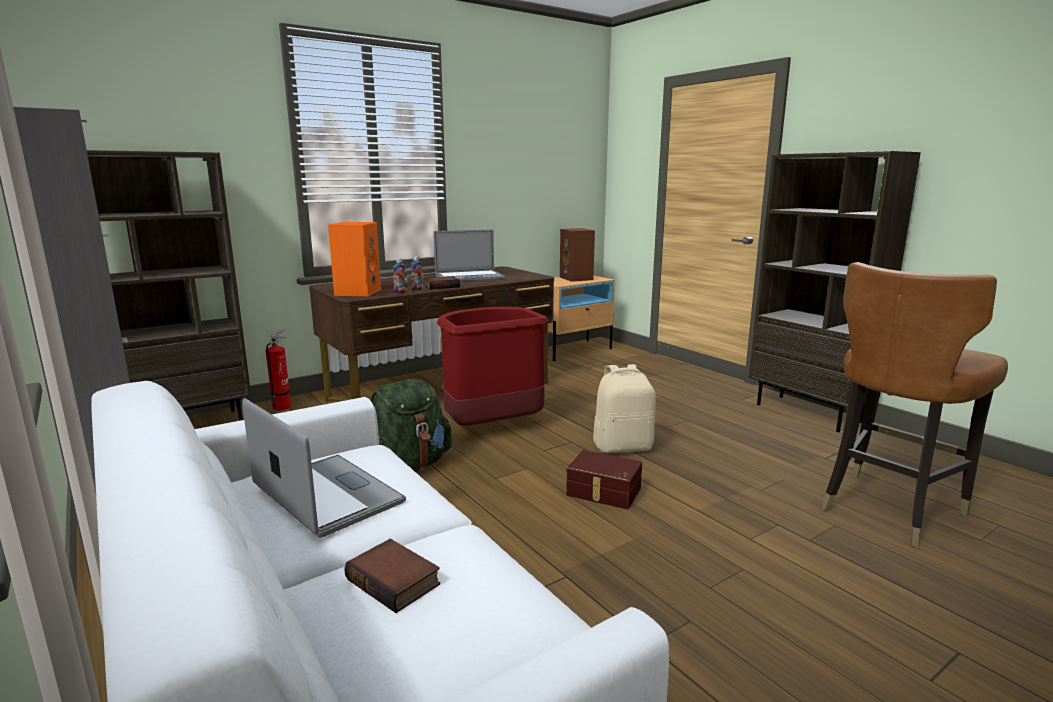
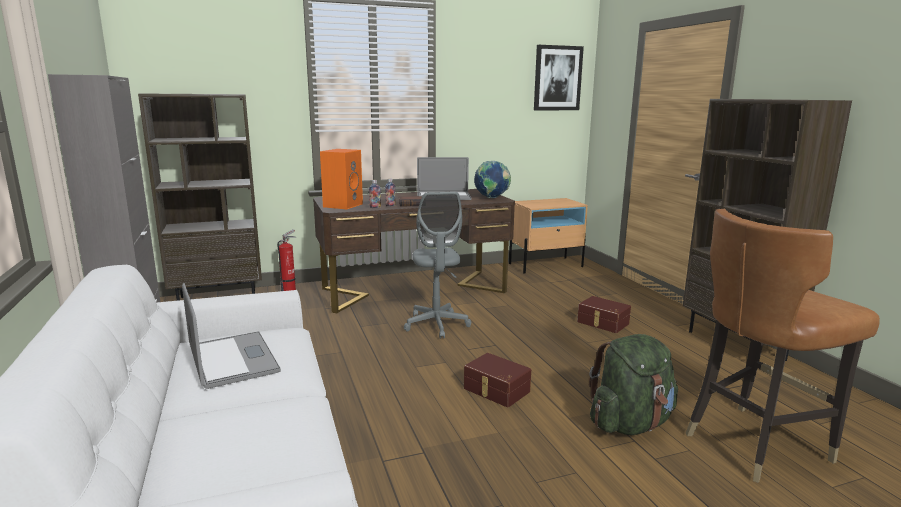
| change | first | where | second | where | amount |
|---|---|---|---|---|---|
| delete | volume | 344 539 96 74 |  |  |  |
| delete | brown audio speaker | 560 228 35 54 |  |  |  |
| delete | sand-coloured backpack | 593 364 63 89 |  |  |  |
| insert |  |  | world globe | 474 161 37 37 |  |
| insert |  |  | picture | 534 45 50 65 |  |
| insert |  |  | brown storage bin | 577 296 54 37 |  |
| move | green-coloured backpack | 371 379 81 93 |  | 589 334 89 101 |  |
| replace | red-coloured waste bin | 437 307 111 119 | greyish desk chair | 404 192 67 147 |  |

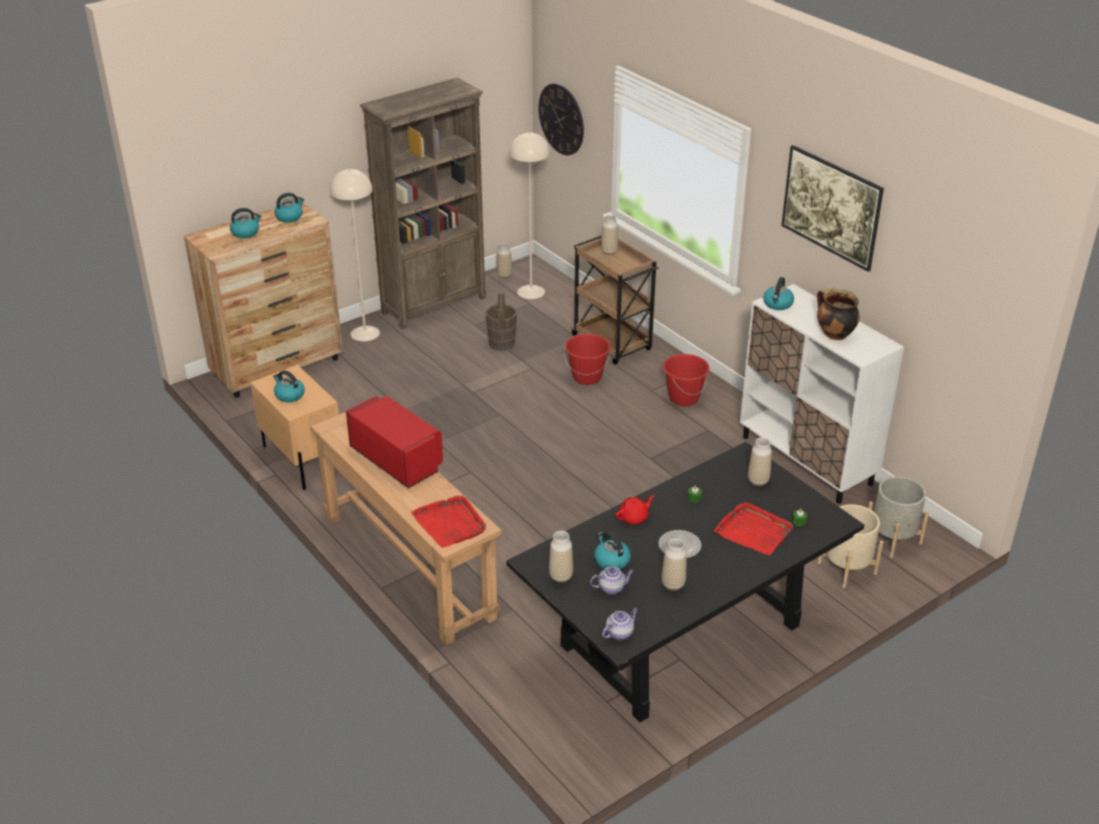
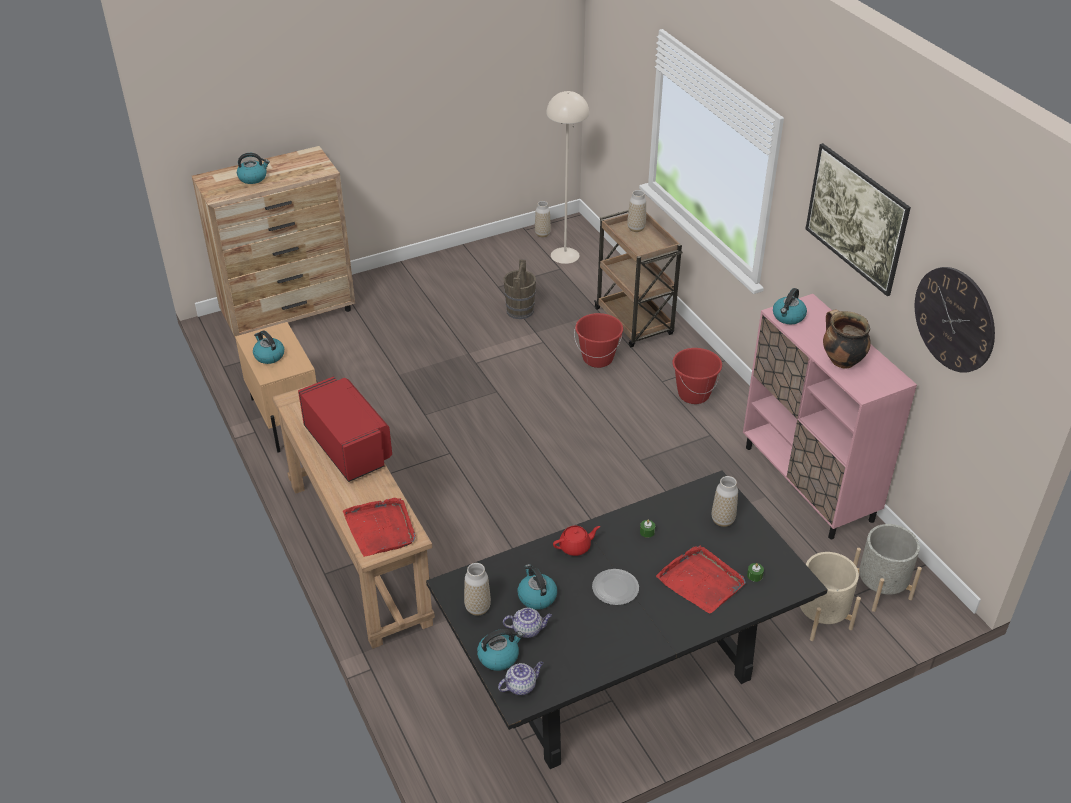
| change | first | where | second | where | amount |
|---|---|---|---|---|---|
| delete | sand-coloured standing lamp | 330 169 50 172 |  |  |  |
| delete | brown shelving unit | 360 78 126 251 |  |  |  |
| delete | vase | 661 538 26 53 |  |  |  |
| move | water kettle | 274 193 30 30 |  | 477 629 46 42 |  |
| move | clock on the wall | 539 83 45 72 |  | 915 267 80 106 |  |
| recolor | white cupboard | 740 284 164 220 | pink cupboard | 743 294 174 245 |  |

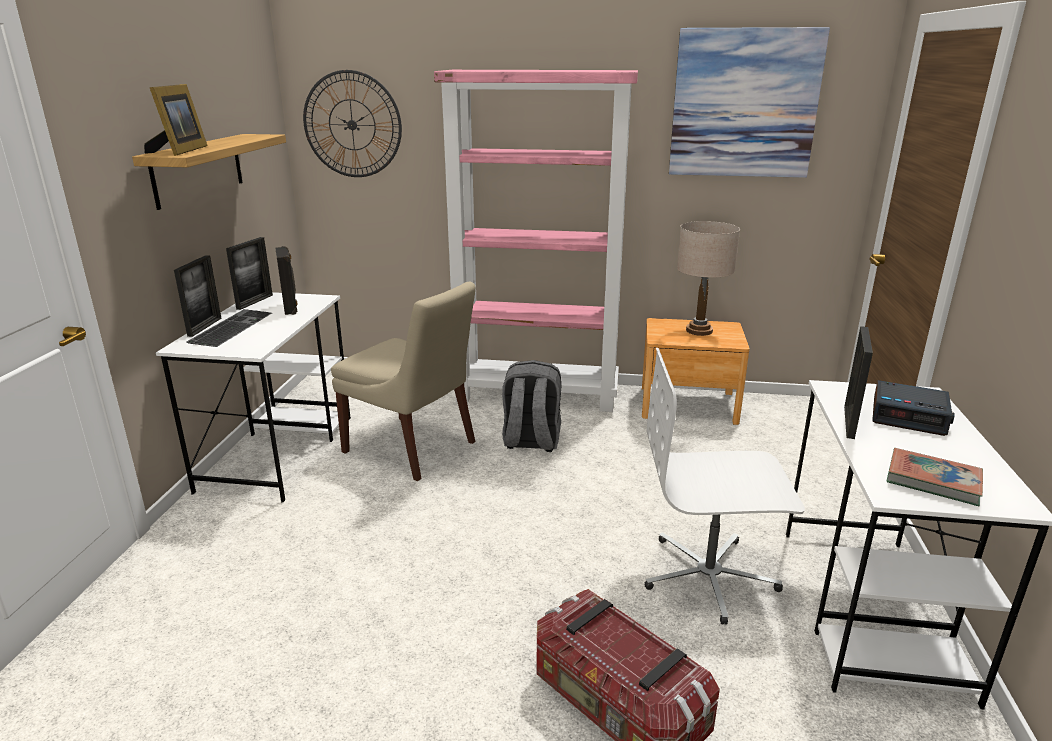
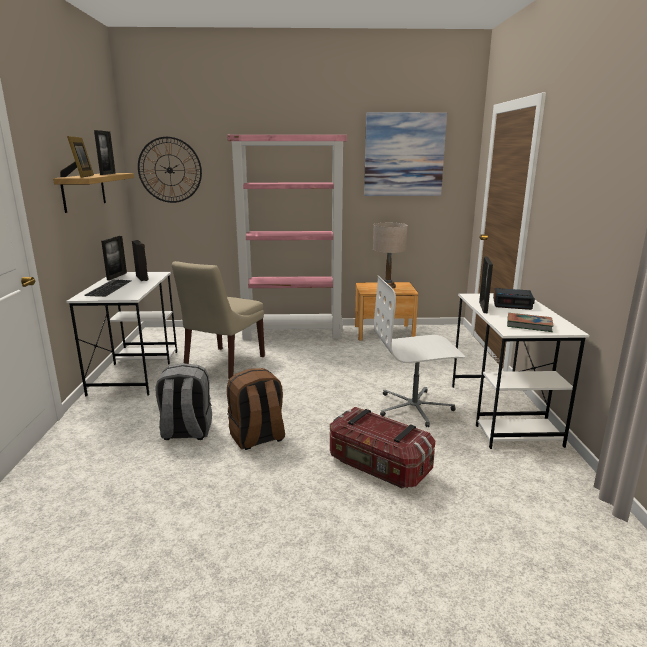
| change | first | where | second | where | amount |
|---|---|---|---|---|---|
| insert |  |  | brown backpack | 227 368 58 82 |  |
| move | picture frame | 174 255 48 82 |  | 94 130 22 45 |  |
| move | greyish backpack | 502 360 60 92 |  | 155 363 57 77 |  |
| rotate | sand-coloured upright chair | 331 282 145 199 |  | 172 261 93 118 | 90 degrees clockwise |

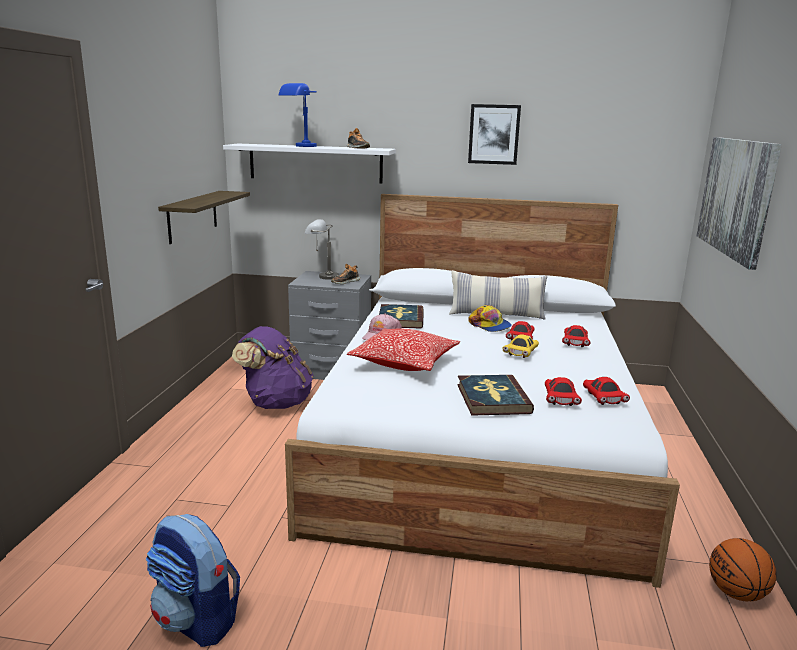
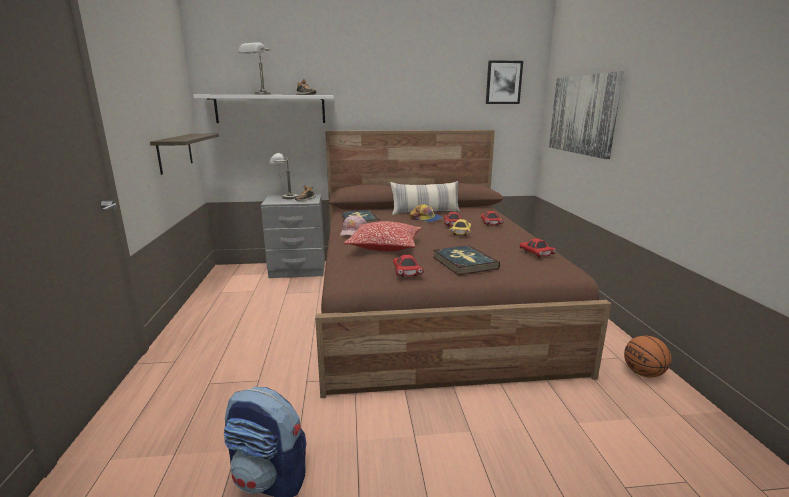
| change | first | where | second | where | amount |
|---|---|---|---|---|---|
| delete | purple-coloured backpack | 232 326 82 83 |  |  |  |
| move | picture | 468 104 53 61 |  | 486 60 37 44 |  |
| move | red-coloured toy car | 545 377 37 29 |  | 393 255 31 22 |  |
| recolor | blue tabletop lamp | 279 83 38 64 | greyish tabletop lamp | 238 42 34 53 |  |
| recolor | white bed | 285 194 395 394 | brown bed | 315 130 296 268 |  |

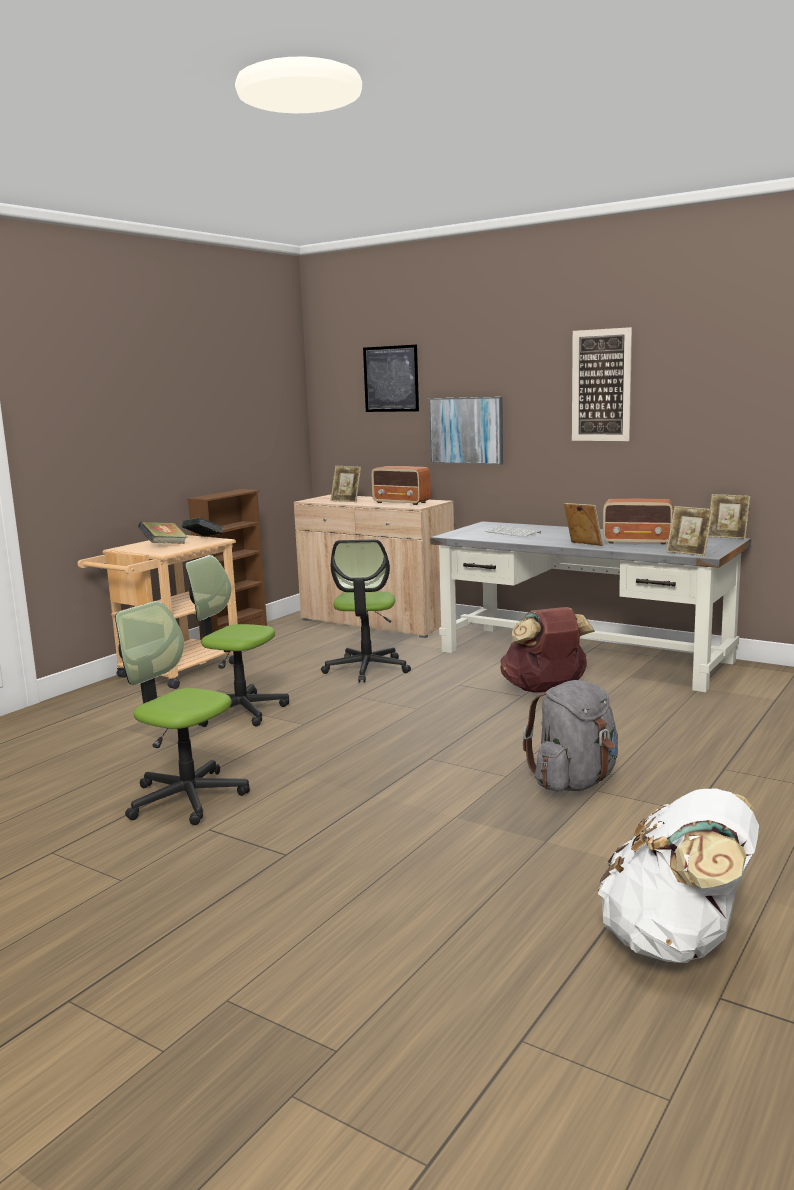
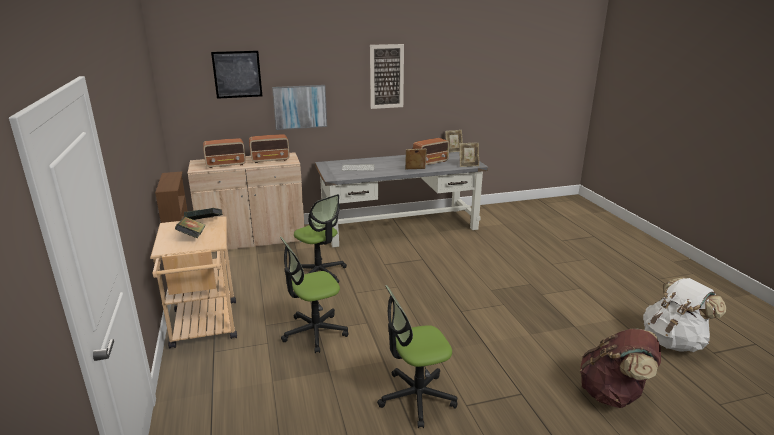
| change | first | where | second | where | amount |
|---|---|---|---|---|---|
| delete | greyish backpack | 523 680 95 112 |  |  |  |
| move | brown backpack | 500 607 95 86 |  | 580 328 81 80 |  |
| replace | picture frame | 331 466 30 36 | radio | 203 138 43 30 |  |

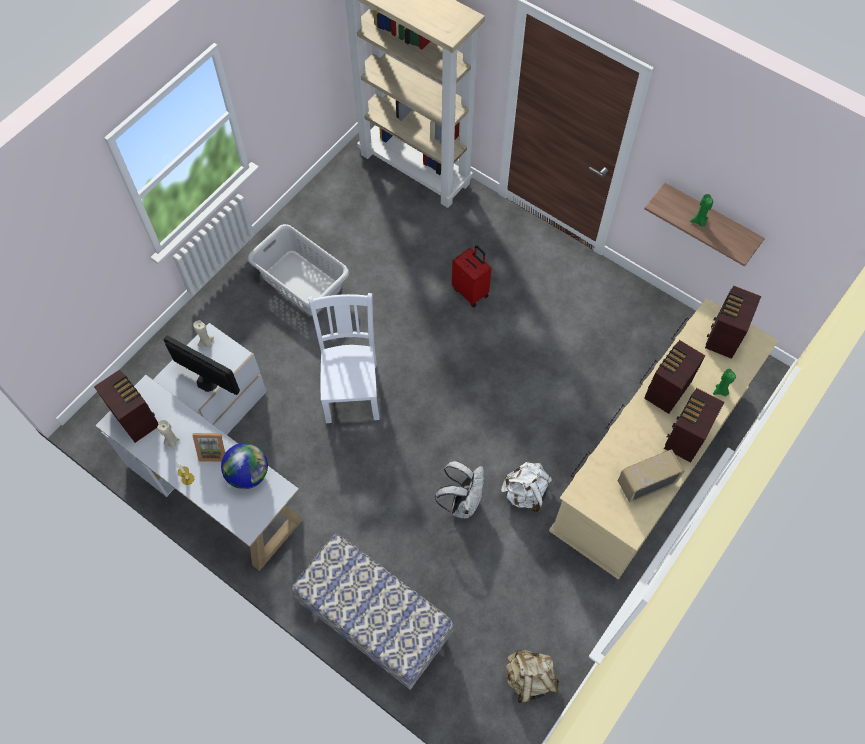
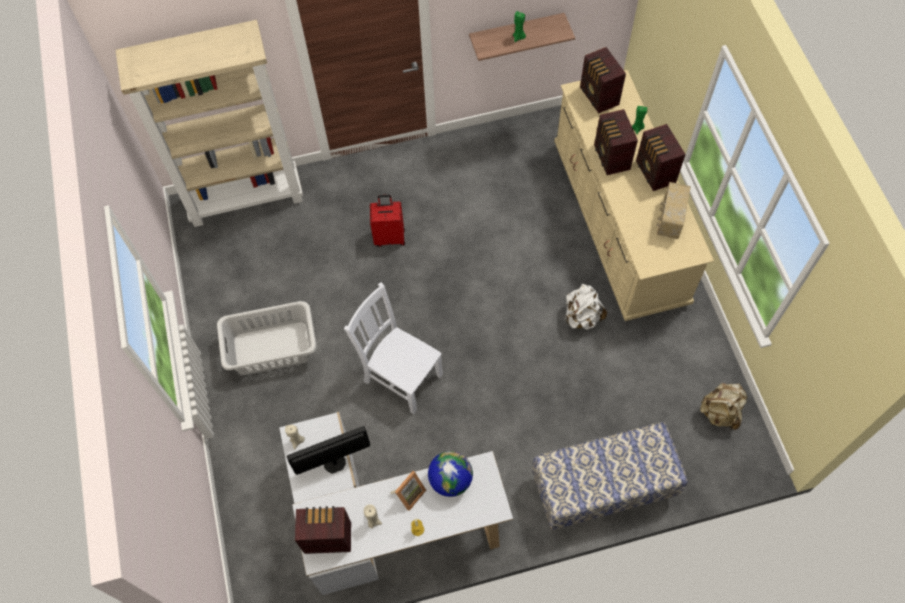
| change | first | where | second | where | amount |
|---|---|---|---|---|---|
| delete | white backpack | 435 461 49 57 |  |  |  |

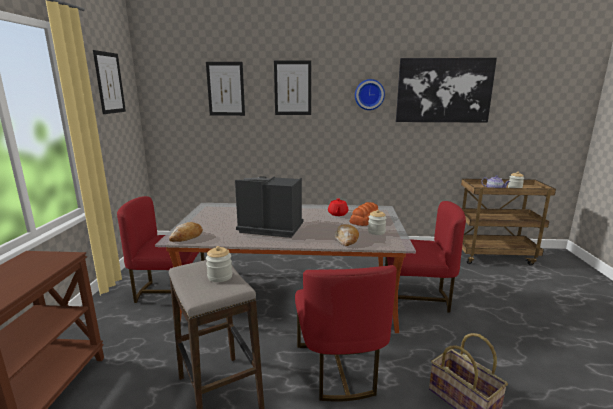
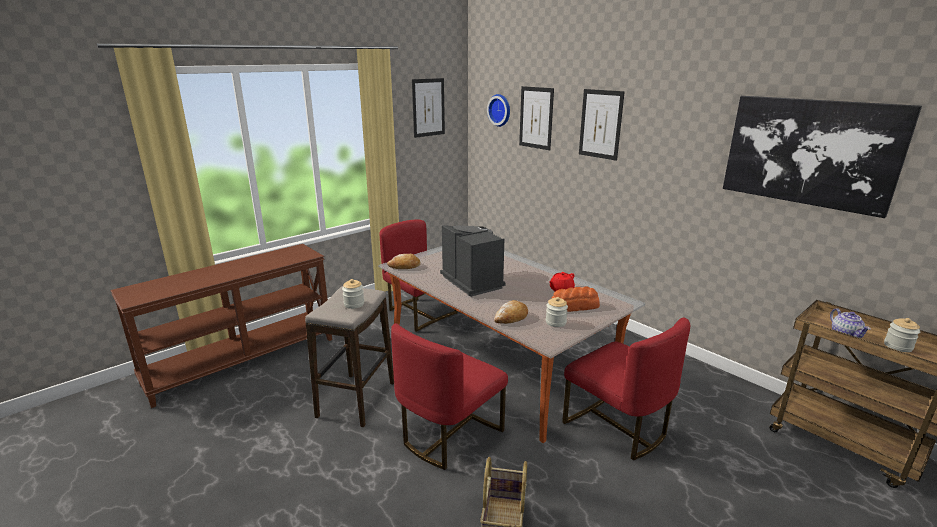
| change | first | where | second | where | amount |
|---|---|---|---|---|---|
| move | clock on the wall | 355 79 30 31 |  | 487 94 23 33 |  |

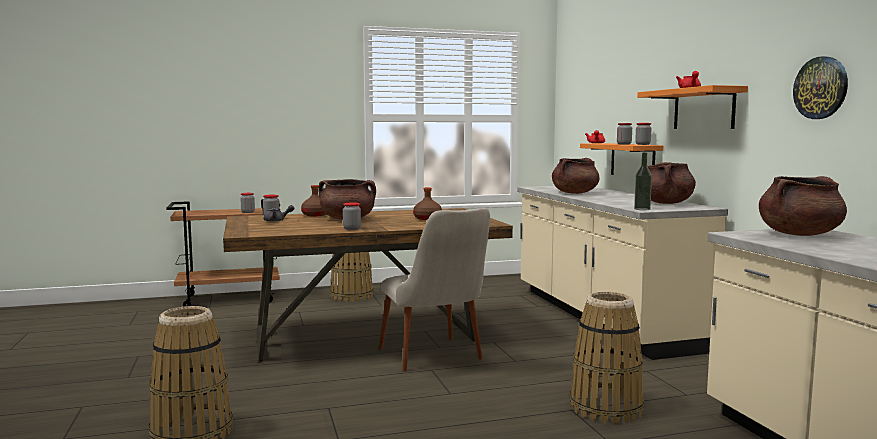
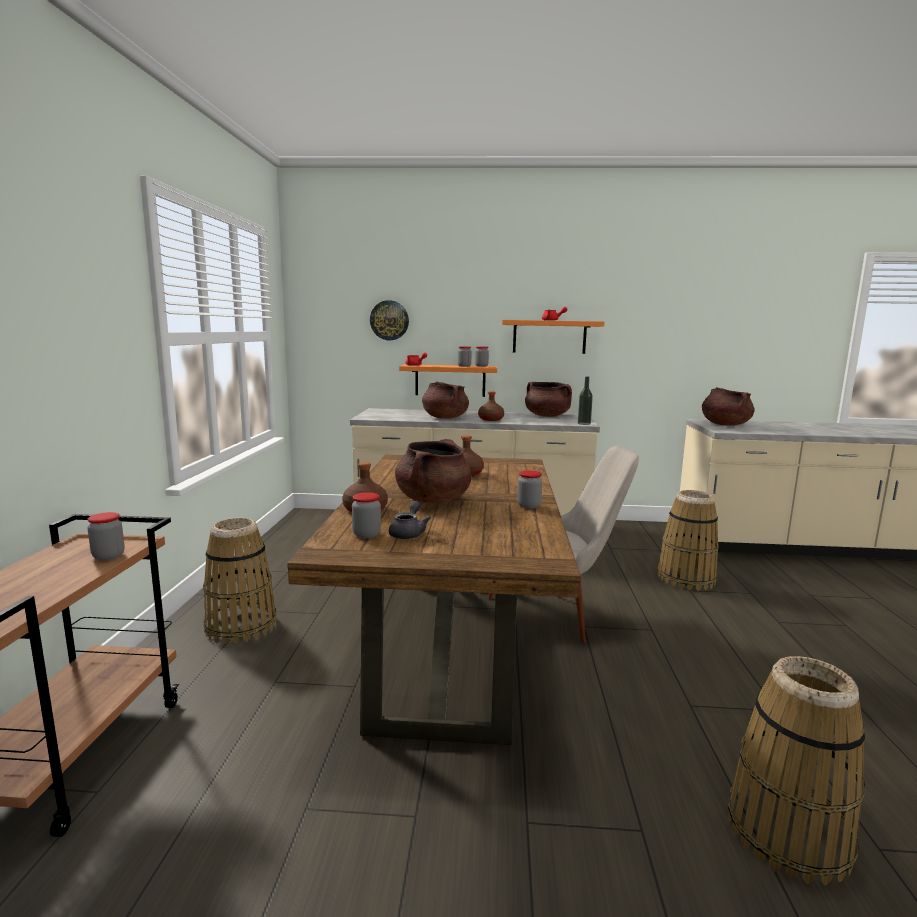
| change | first | where | second | where | amount |
|---|---|---|---|---|---|
| insert |  |  | brown drink bottle | 478 391 26 30 |  |
| move | clock on the wall | 793 56 55 63 |  | 370 300 39 40 |  |

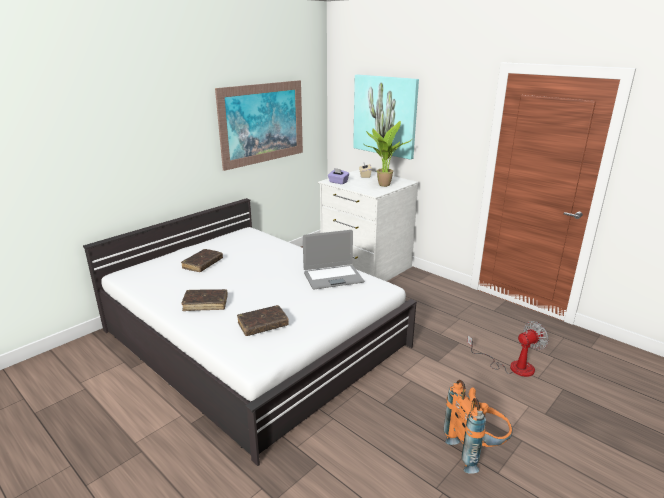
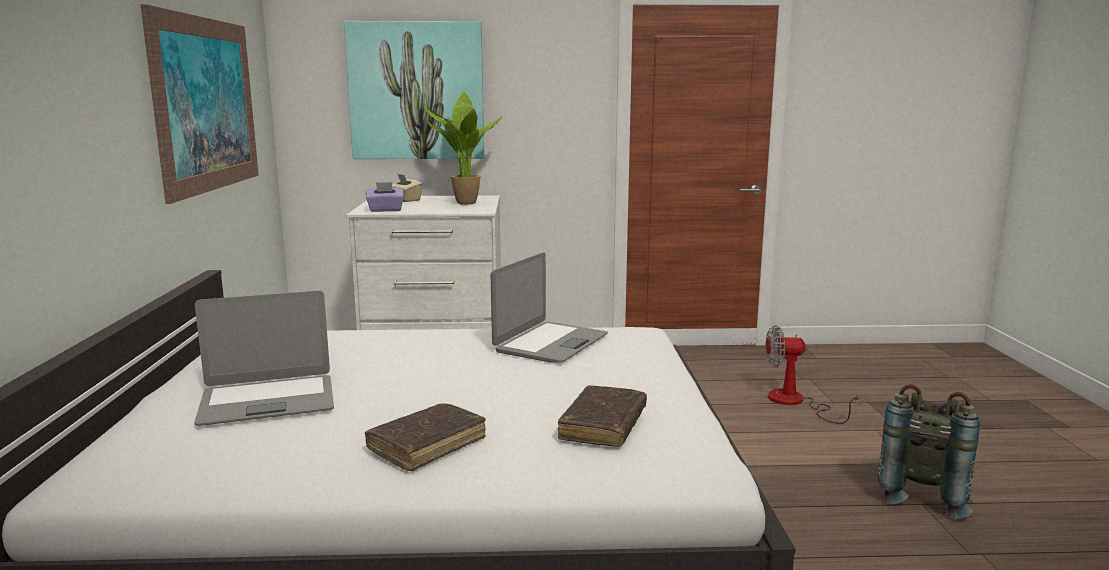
| change | first | where | second | where | amount |
|---|---|---|---|---|---|
| replace | brown volume | 181 249 42 23 | laptop | 194 291 140 135 |  |
| recolor | orange-coloured backpack | 444 380 69 94 | greyish backpack | 878 384 102 135 |  |
| rotate | cooling fan | 467 321 82 56 |  | 766 325 95 99 | 105 degrees counterclockwise |

